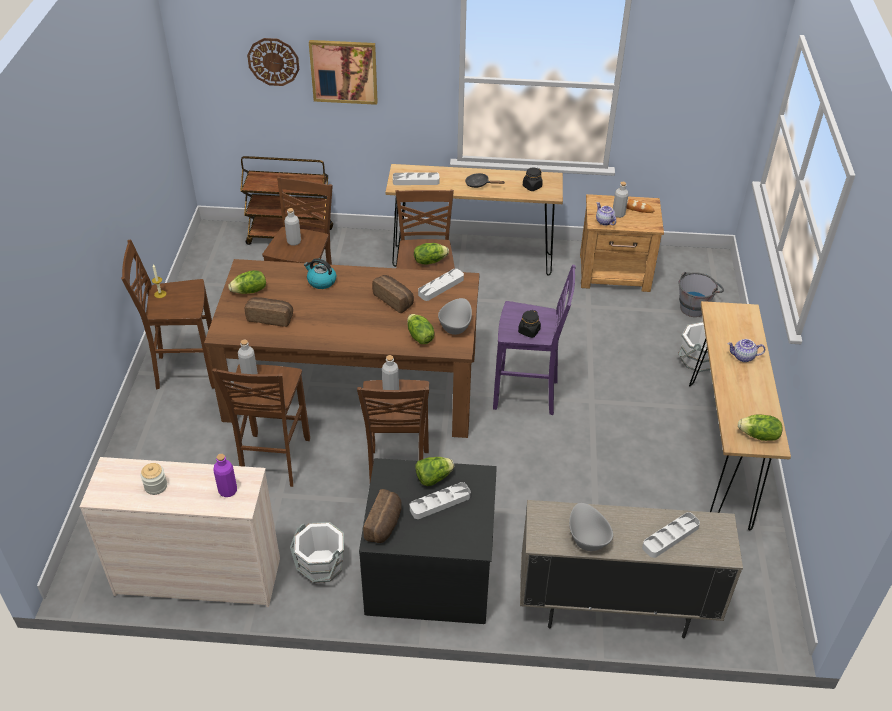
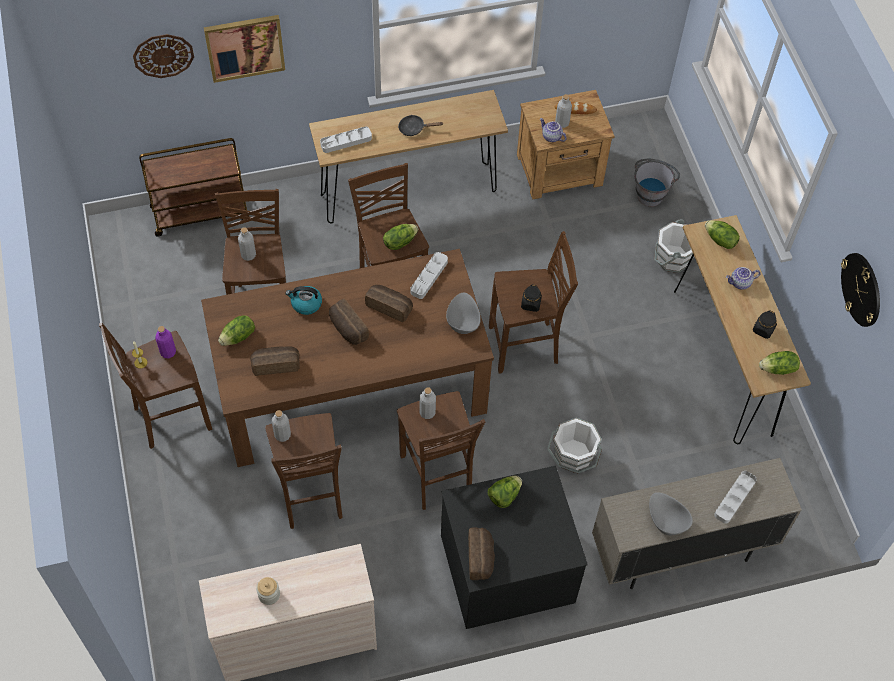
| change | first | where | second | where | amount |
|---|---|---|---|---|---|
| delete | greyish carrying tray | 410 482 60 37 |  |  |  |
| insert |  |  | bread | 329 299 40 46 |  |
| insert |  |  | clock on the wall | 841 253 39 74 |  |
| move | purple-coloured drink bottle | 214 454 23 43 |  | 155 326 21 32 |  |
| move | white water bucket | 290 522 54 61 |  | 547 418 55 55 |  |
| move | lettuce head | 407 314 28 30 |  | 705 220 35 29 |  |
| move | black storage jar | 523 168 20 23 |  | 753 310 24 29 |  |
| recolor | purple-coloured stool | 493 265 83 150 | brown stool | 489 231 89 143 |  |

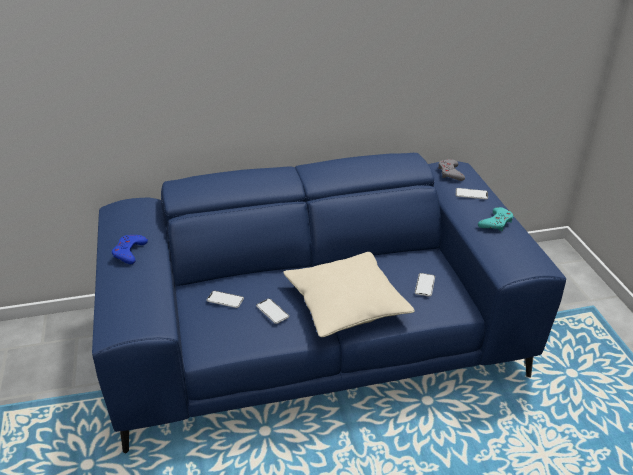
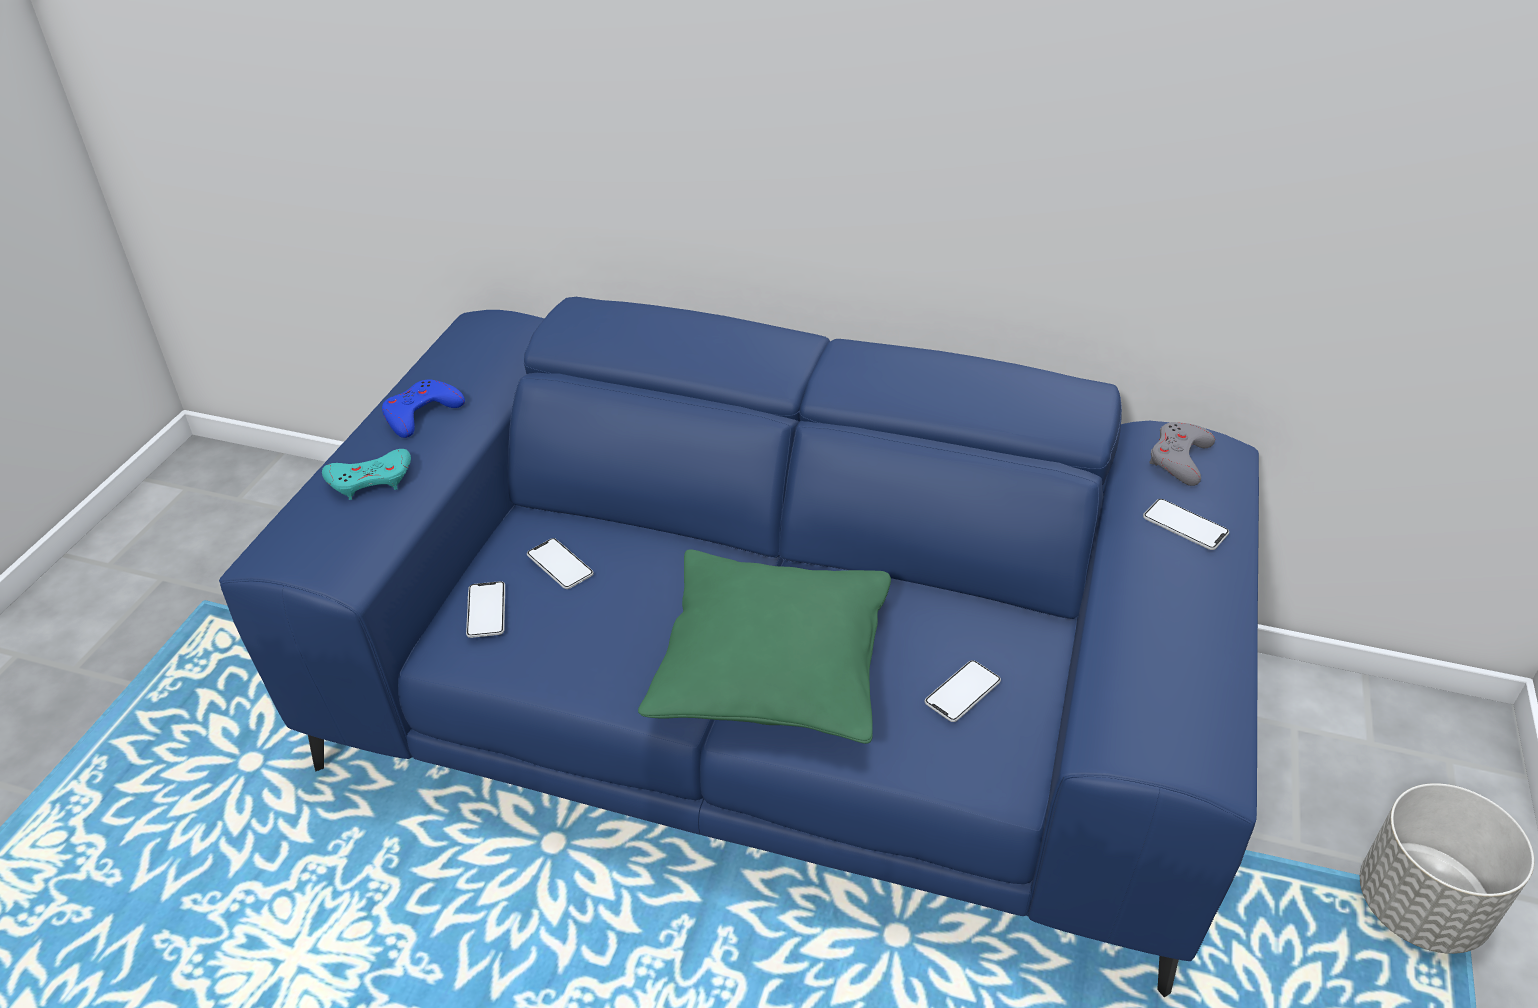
| change | first | where | second | where | amount |
|---|---|---|---|---|---|
| insert |  |  | greyish flower pot | 1360 783 174 171 |  |
| move | phone | 256 299 33 25 |  | 466 581 39 57 |  |
| move | turquoise-coloured game controller | 478 207 35 24 |  | 322 449 89 51 |  |
| recolor | sand-coloured throw pillow | 283 252 132 85 | green-coloured throw pillow | 638 549 253 195 |  |

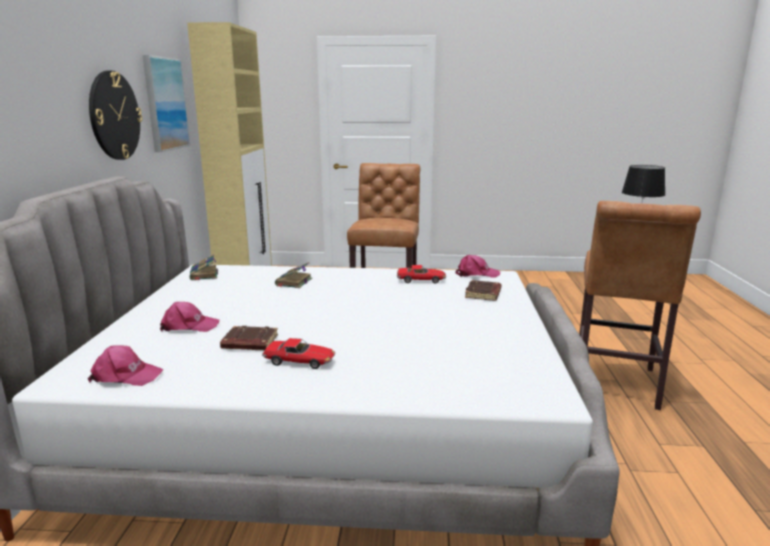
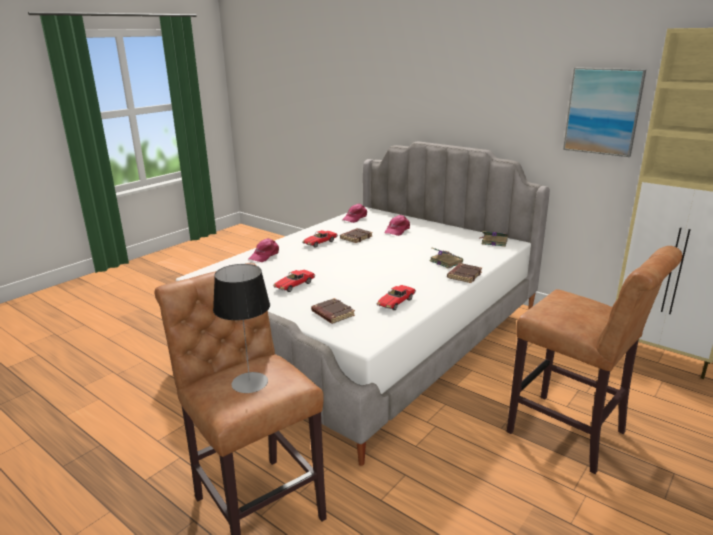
| change | first | where | second | where | amount |
|---|---|---|---|---|---|
| delete | clock on the wall | 89 71 53 89 |  |  |  |
| insert |  |  | toy car | 273 270 42 22 |  |
| insert |  |  | brown volume | 447 263 35 20 |  |
| move | pink cap | 455 255 45 23 |  | 249 238 30 24 |  |

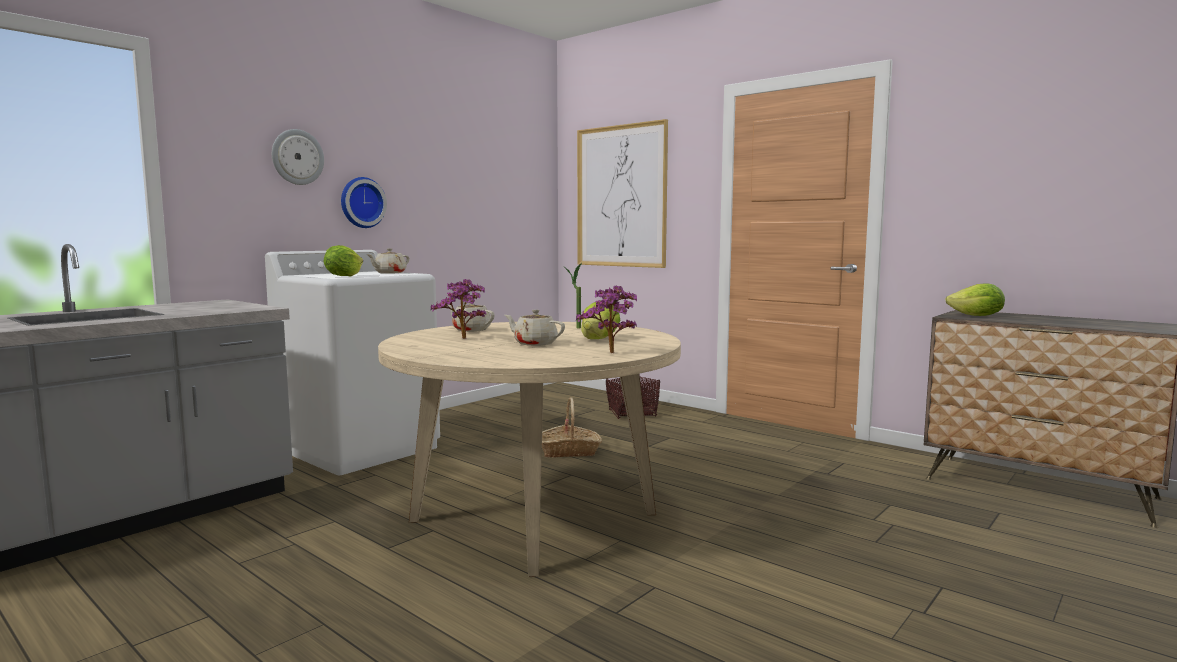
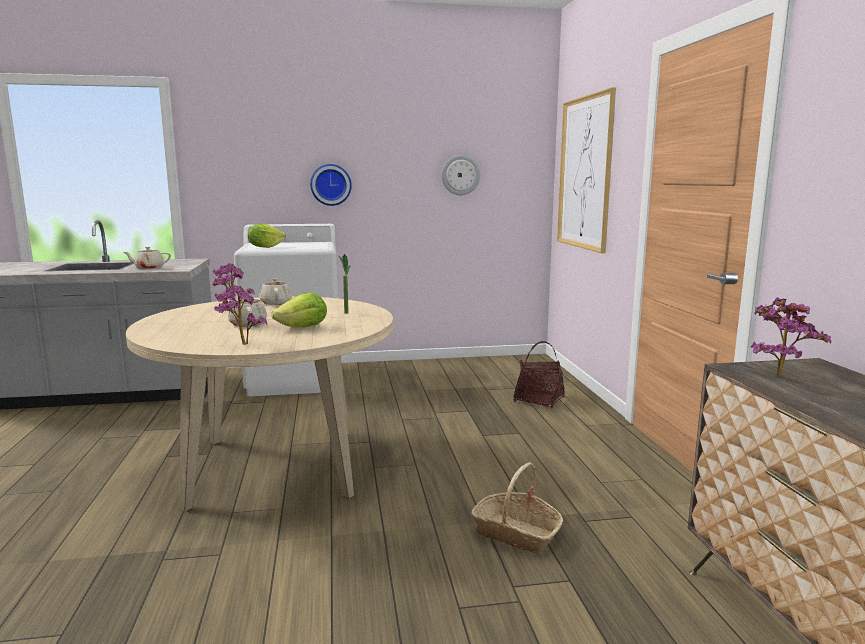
| change | first | where | second | where | amount |
|---|---|---|---|---|---|
| move | clock on the wall | 272 129 52 56 |  | 442 155 38 40 |  |
| move | sand-coloured teapot | 367 248 43 26 |  | 124 247 47 22 |  |
| move | storage basket | 542 397 60 61 |  | 471 462 92 91 |  |
| replace | lettuce head | 945 283 60 33 | potted plant | 750 297 81 79 |  |

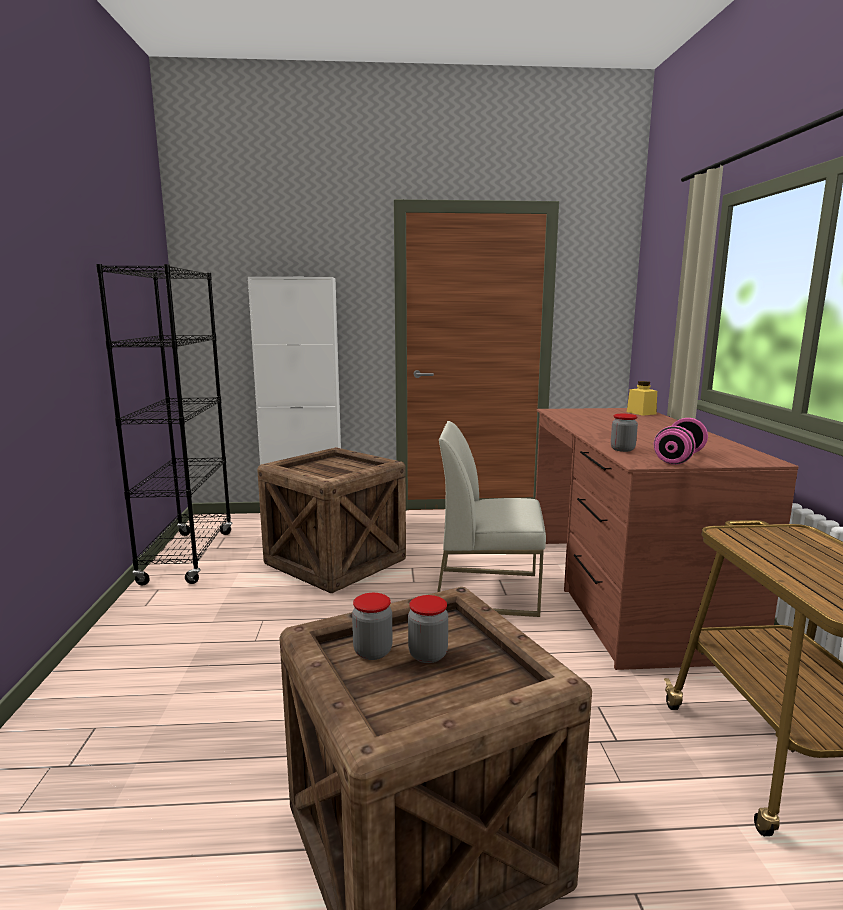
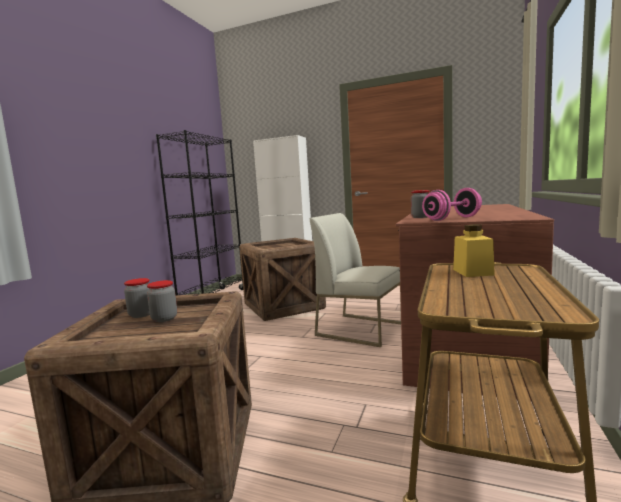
| change | first | where | second | where | amount |
|---|---|---|---|---|---|
| move | yellow-coloured storage jar | 627 381 30 35 |  | 453 224 42 53 |  |

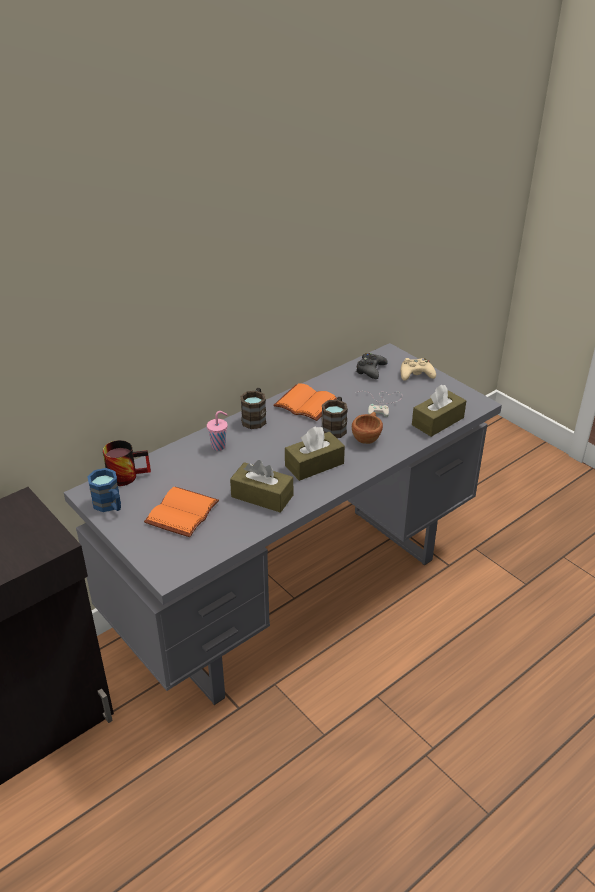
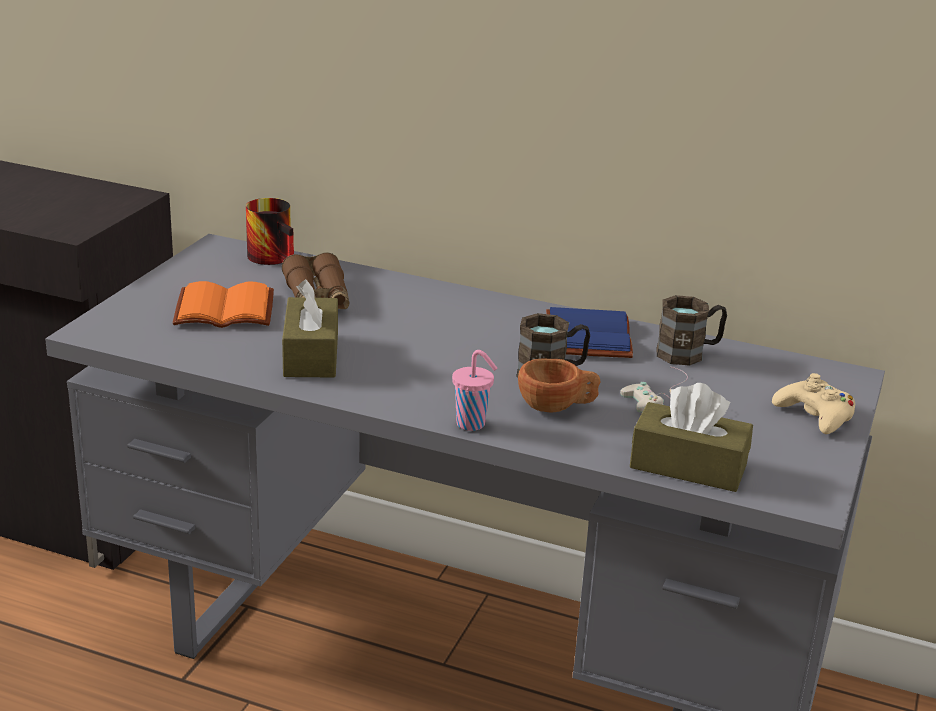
| change | first | where | second | where | amount |
|---|---|---|---|---|---|
| delete | blue mug | 87 468 34 44 |  |  |  |
| delete | brown box of tissues | 285 426 60 55 |  |  |  |
| delete | black game controller | 356 353 32 26 |  |  |  |
| insert |  |  | brown pair of binoculars | 282 252 67 57 |  |
| move | pink cup | 207 411 21 40 |  | 452 350 45 81 |  |
| move | brown mug | 240 388 26 41 |  | 656 295 71 71 |  |
| recolor | orange-coloured volume | 273 383 64 38 | blue volume | 546 307 87 51 |  |

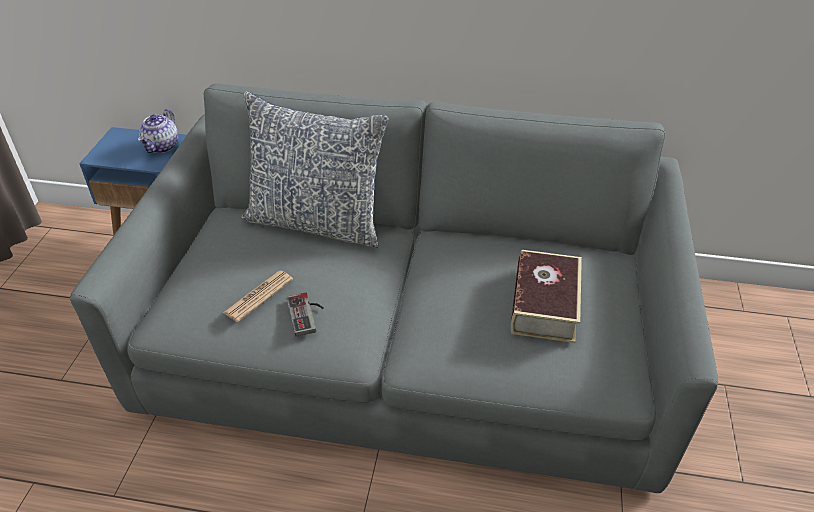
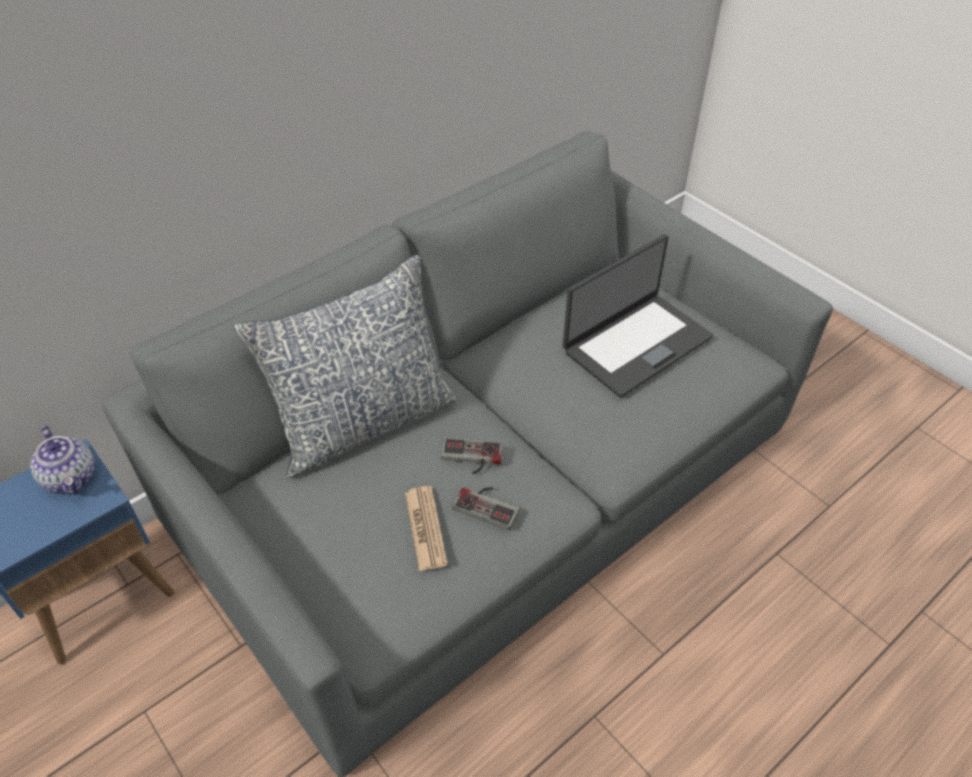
| change | first | where | second | where | amount |
|---|---|---|---|---|---|
| insert |  |  | game controller | 441 438 62 36 |  |
| replace | volume | 511 250 71 93 | laptop | 563 235 150 162 |  |

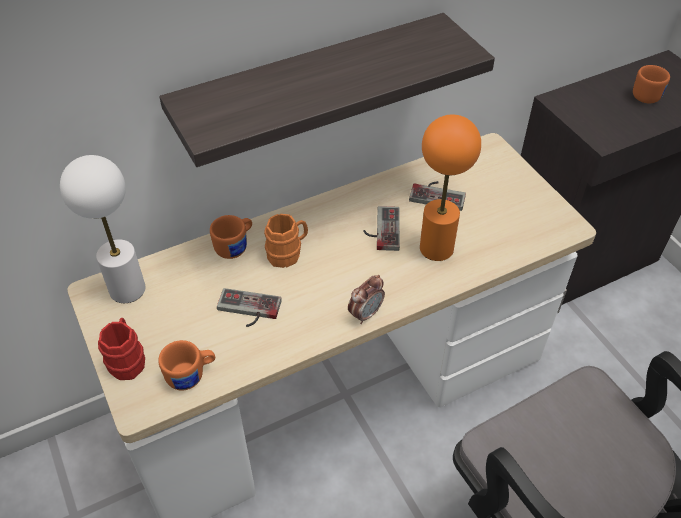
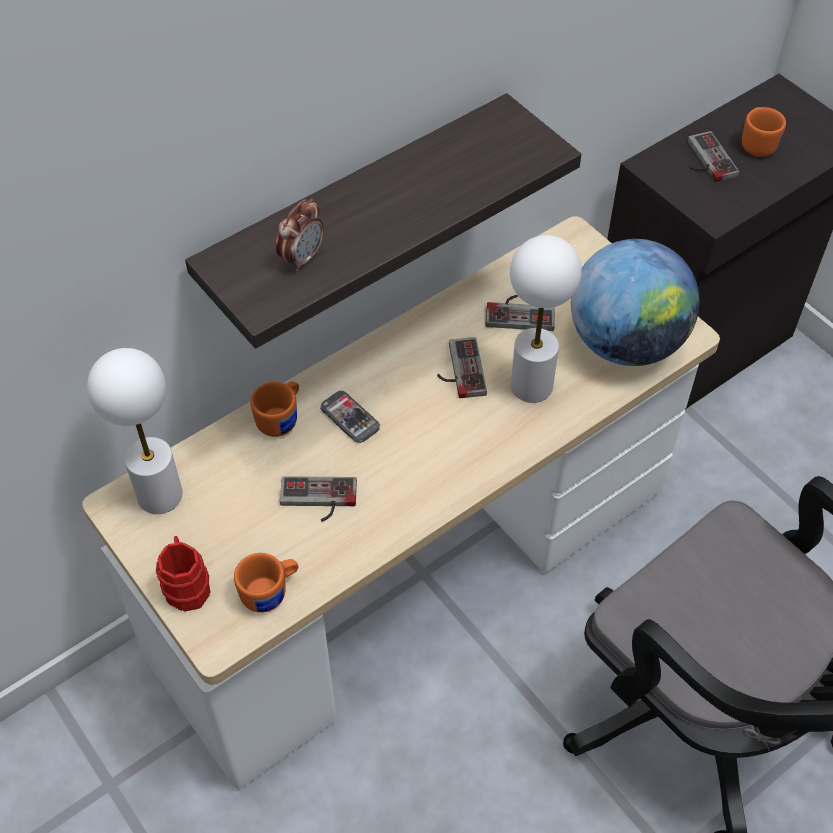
| change | first | where | second | where | amount |
|---|---|---|---|---|---|
| insert |  |  | world globe | 571 239 129 127 |  |
| insert |  |  | game controller | 688 131 51 51 |  |
| move | bedside clock | 348 275 37 49 |  | 276 198 48 74 |  |
| replace | orange-coloured mug | 264 214 44 54 | phone | 320 391 60 52 |  |
| recolor | orange-coloured tabletop lamp | 420 115 61 146 | white tabletop lamp | 510 235 72 168 |  |

